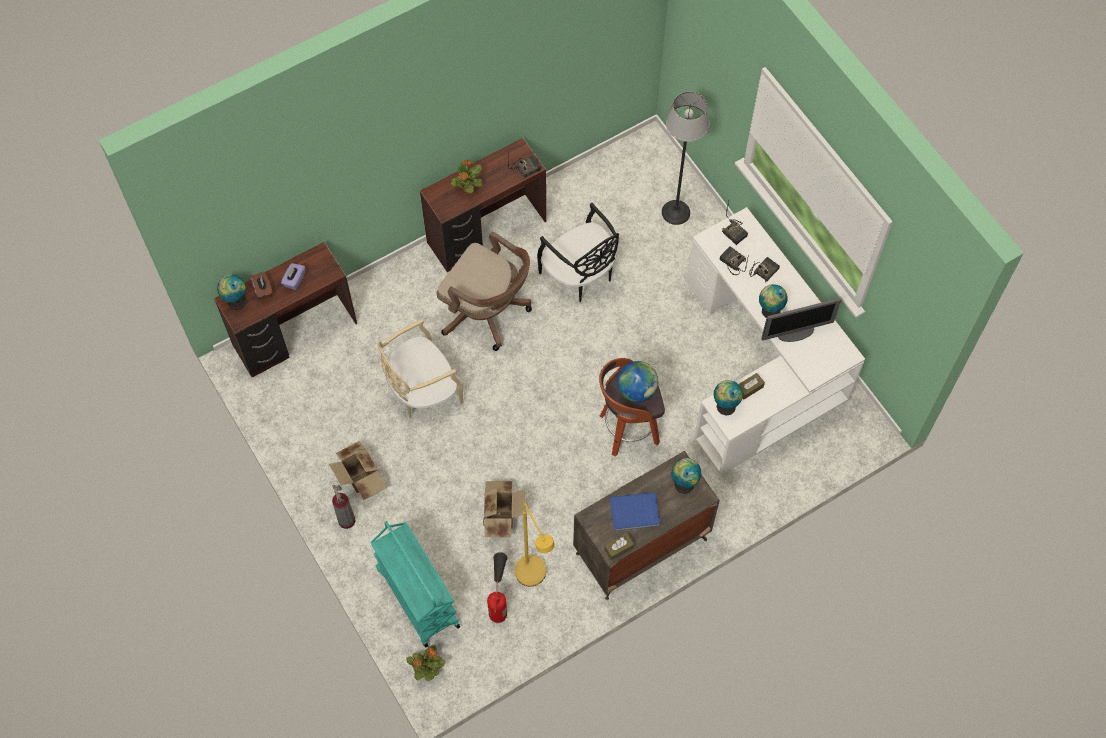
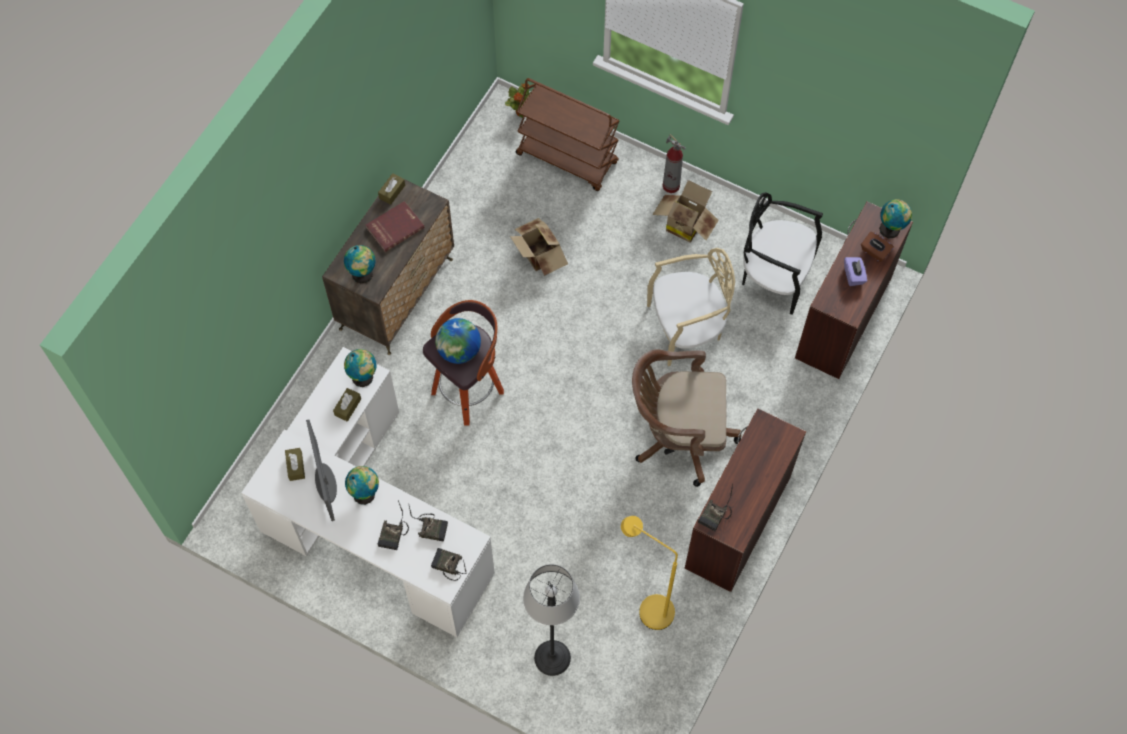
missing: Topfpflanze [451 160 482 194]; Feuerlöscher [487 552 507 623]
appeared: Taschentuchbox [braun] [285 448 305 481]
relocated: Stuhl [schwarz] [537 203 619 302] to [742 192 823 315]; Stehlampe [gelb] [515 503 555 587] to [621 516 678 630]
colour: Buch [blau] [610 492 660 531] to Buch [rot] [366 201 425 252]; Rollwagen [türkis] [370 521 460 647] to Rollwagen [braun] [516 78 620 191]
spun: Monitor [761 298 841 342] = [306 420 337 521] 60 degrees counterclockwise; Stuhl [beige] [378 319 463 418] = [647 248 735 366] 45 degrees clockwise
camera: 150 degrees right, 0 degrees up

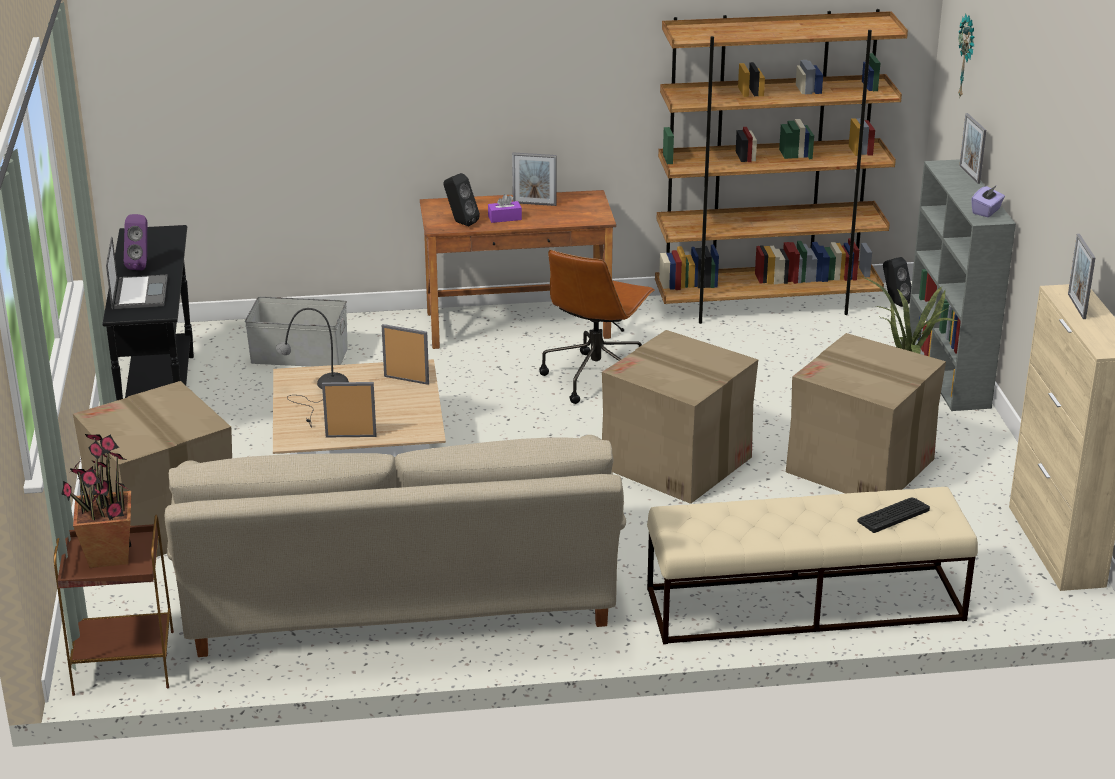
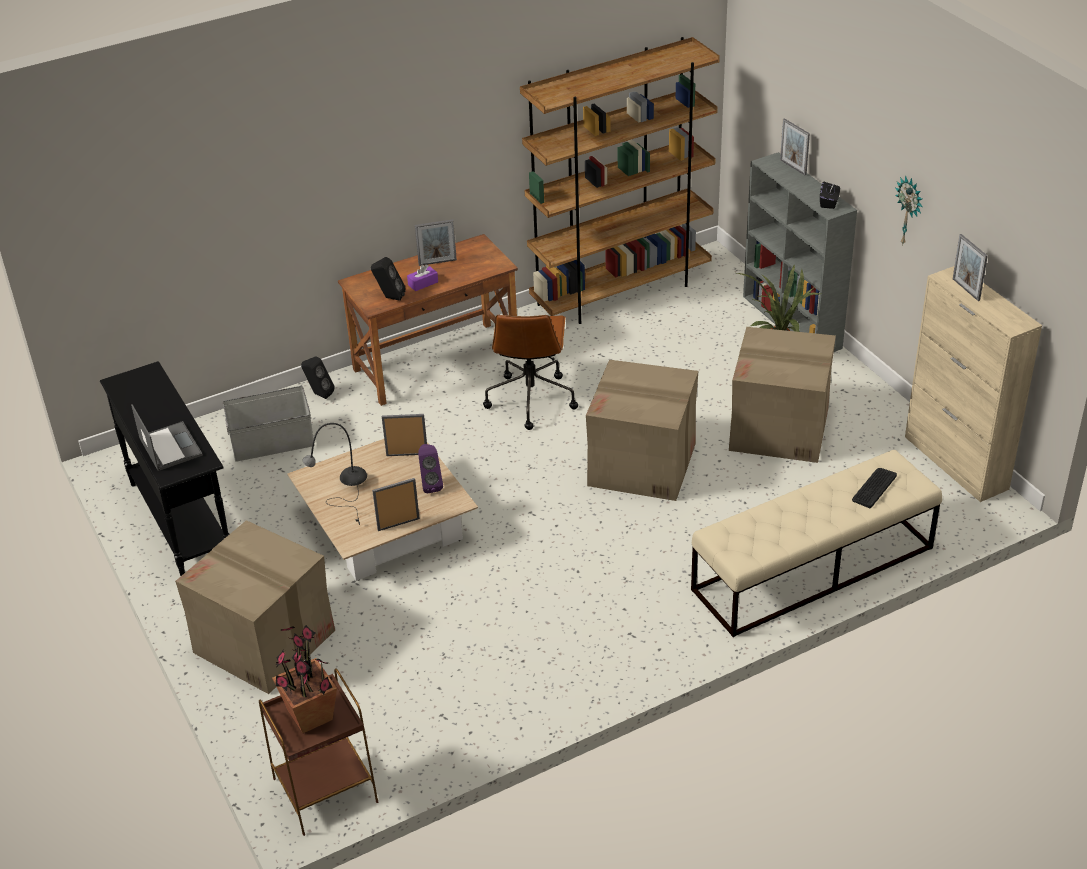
missing: Sofa [beige] [164 435 626 657]
relocated: Wanduhr [958 14 974 96] to [895 176 923 246]; Lautsprecher [lila] [124 214 147 270] to [418 444 443 493]; Lautsprecher [schwarz] [883 257 911 307] to [301 356 335 399]
colour: Taschentuchbox [lila] [971 185 1005 217] to Taschentuchbox [schwarz] [820 181 840 209]
camera: 20 degrees left, 10 degrees up

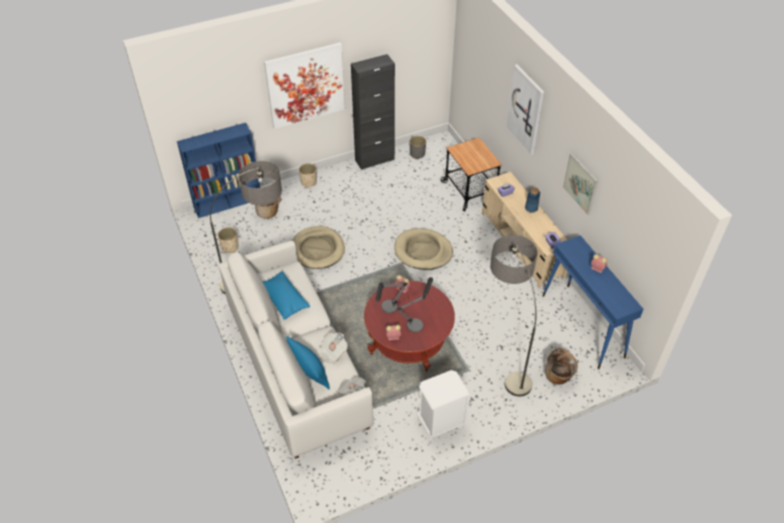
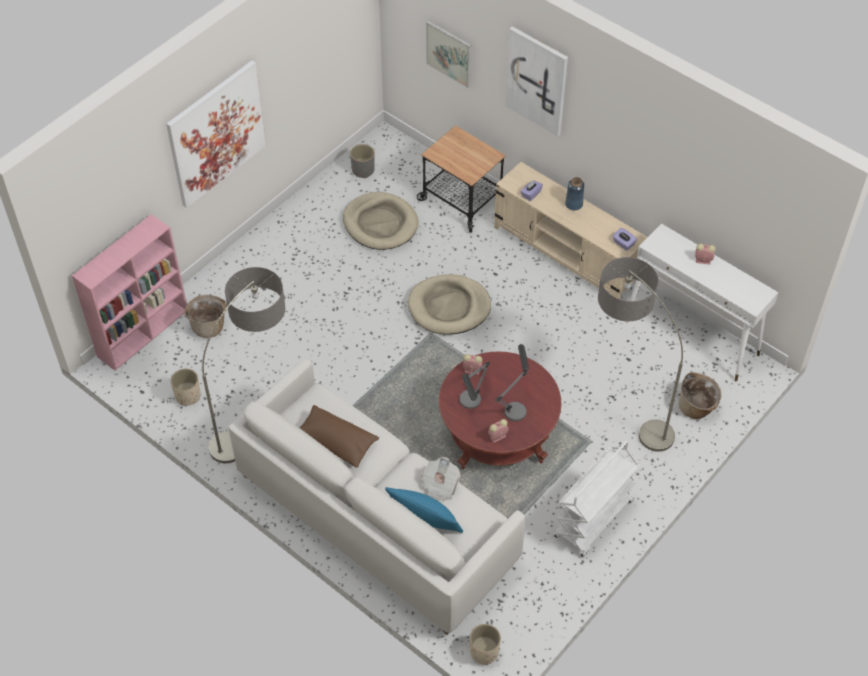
missing: Schrank [schwarz] [351 54 395 170]; Zeitung [336 377 366 397]
relocated: Bild [563 153 598 215] to [426 21 471 88]; Pflanzkübel [beige] [299 163 317 187] to [470 624 501 665]; Hundebett [beige] [293 226 345 269] to [343 192 419 250]
exchanged: Nachttisch [weiß] [417 370 471 440] to Rollwagen [weiß] [554 441 639 557]
colour: Bücherregal [blau] [177 123 260 218] to Bücherregal [rosa] [72 214 187 370]; Konsolentisch [blau] [543 235 643 369] to Konsolentisch [weiß] [630 224 778 381]; Kissen [blau] [263 271 310 320] to Kissen [braun] [299 405 379 468]
camera: 25 degrees left, 5 degrees up

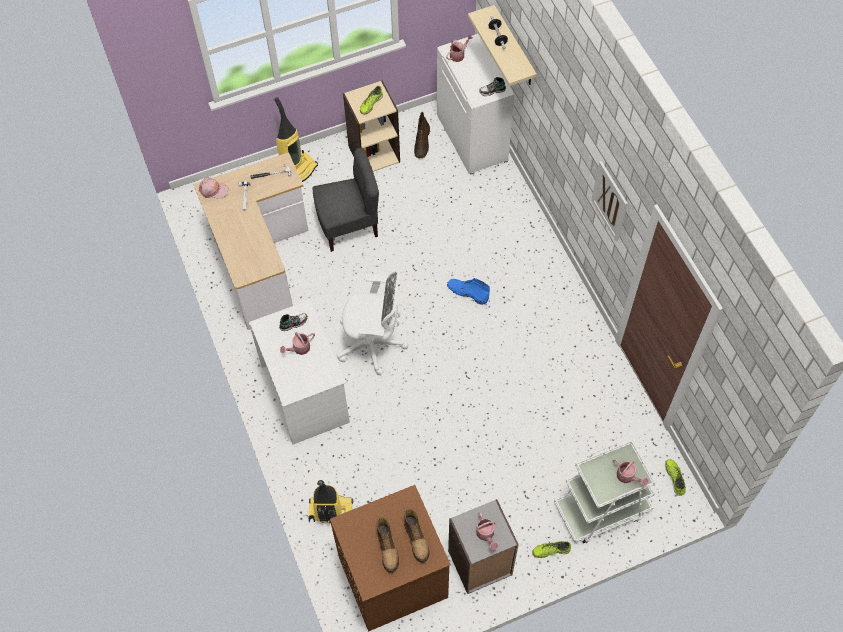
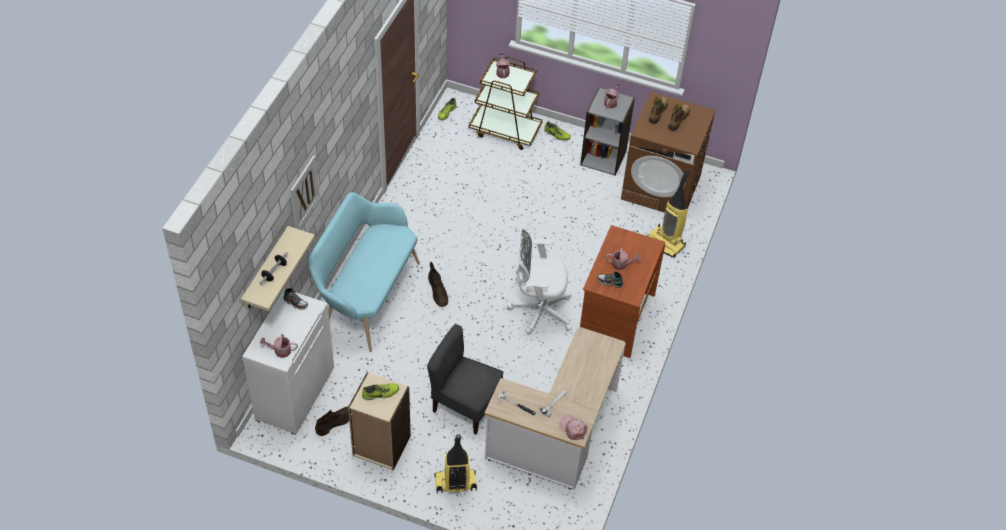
appeared: Bank [türkis] [308 192 420 352]
relocated: Bild [591 161 628 241] to [290 155 320 229]
colour: Stiefel [blau] [447 278 490 305] to Stiefel [braun] [428 262 448 307]; Schreibtisch [weiß] [249 300 350 445] to Schreibtisch [braun] [580 225 665 358]; Rollwagen [weiß] [554 440 655 543] to Rollwagen [braun] [469 56 543 150]
spun: Bürostuhl [weiß] [337 271 409 375] = [507 228 572 335] 45 degrees counterclockwise
camera: 140 degrees left, 10 degrees down

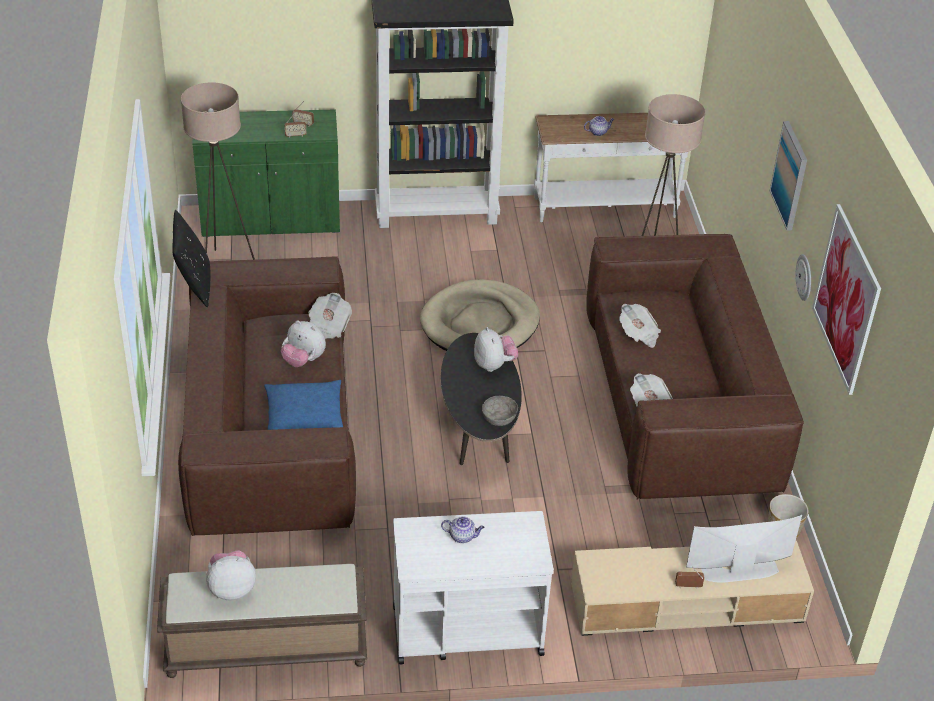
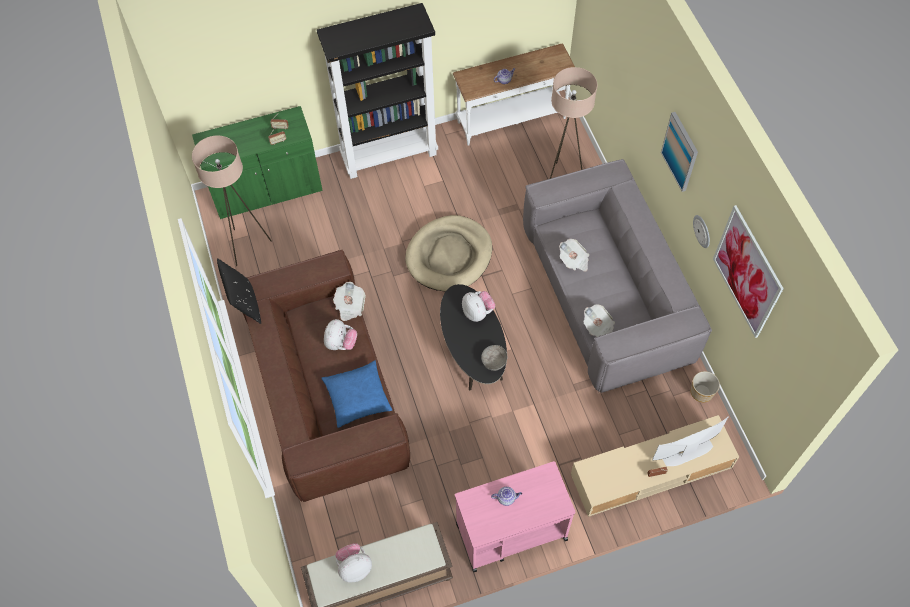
colour: Sofa [braun] [586 234 804 499] to Sofa [grau] [523 159 712 393]; Rollwagen [weiß] [393 511 554 664] to Rollwagen [rosa] [455 461 575 572]
spun: Plüschtier [281 320 326 367] = [324 319 357 350] 90 degrees counterclockwise
camera: 10 degrees left, 20 degrees up

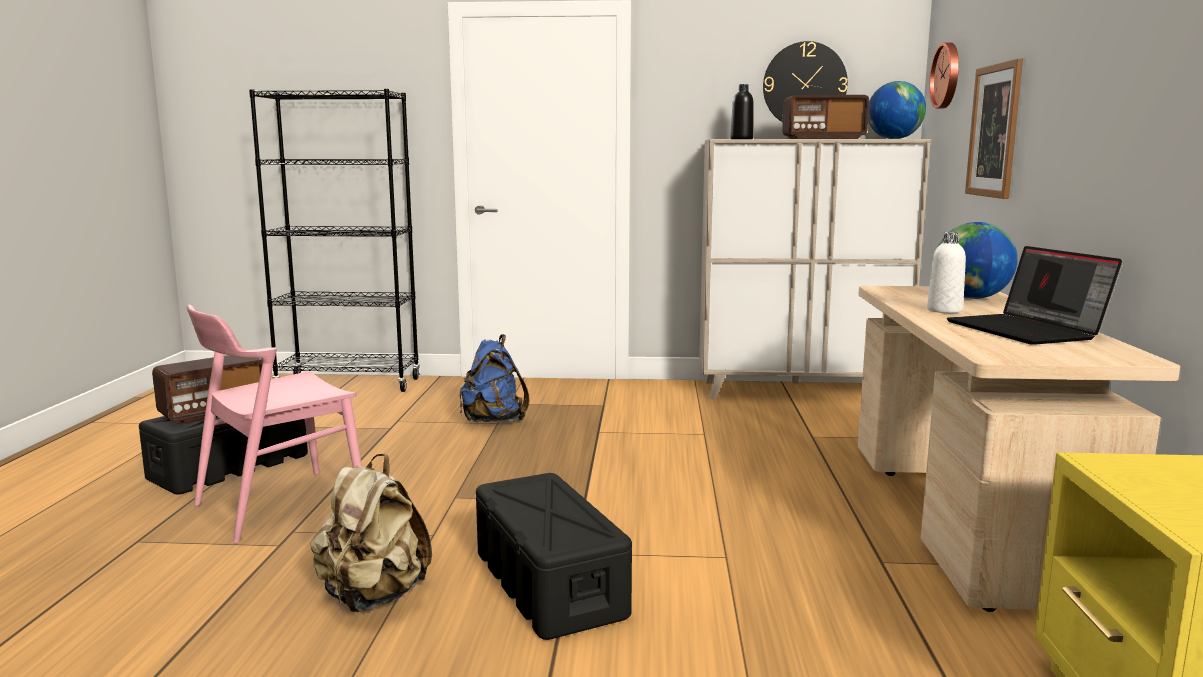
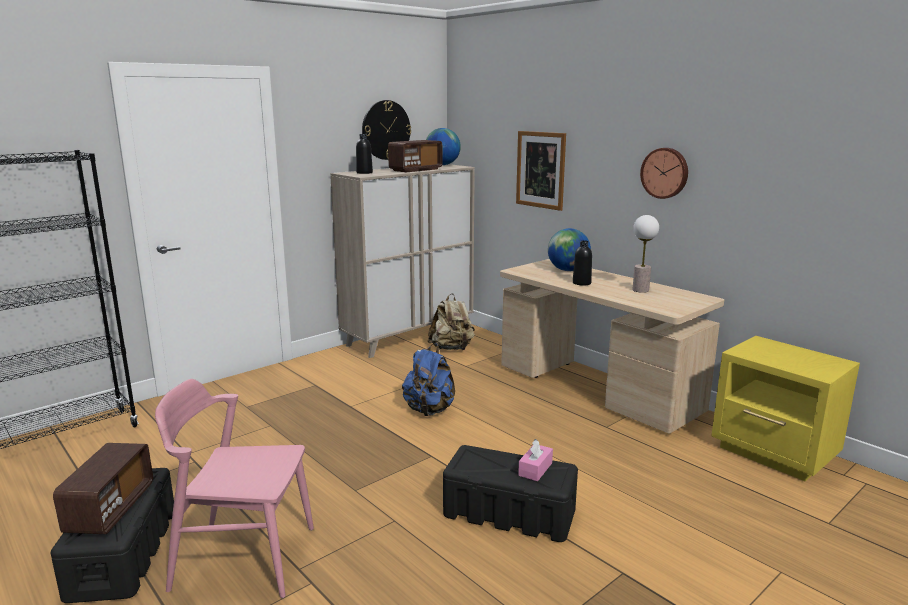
appeared: Taschentuchbox [rosa] [518 439 553 481]
relocated: Wanduhr [929 42 959 108] to [640 148 688 199]; Rucksack [blau] [460 334 529 423] to [402 343 455 416]; Rucksack [beige] [310 453 432 612] to [428 293 475 350]
exchanged: Laptop [947 246 1122 345] to Tischlampe [632 215 659 293]
colour: Flasche [weiß] [927 232 966 313] to Flasche [schwarz] [573 240 592 285]
spun: Stuhl [rosa] [187 305 362 543] = [155 379 314 598] 90 degrees clockwise
camera: 45 degrees left, 5 degrees up

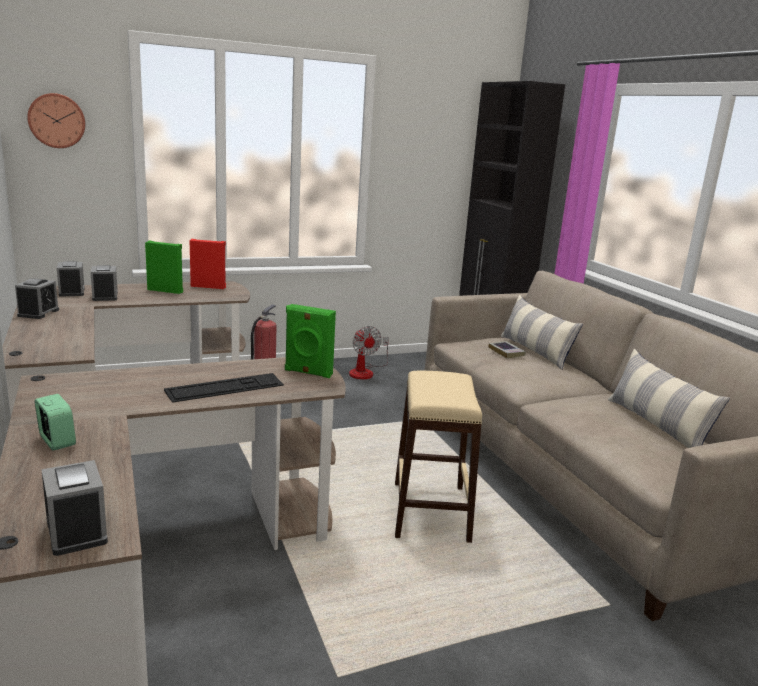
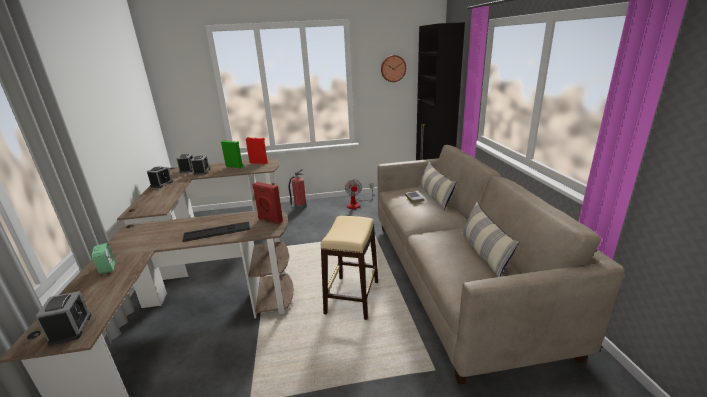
relocated: Wanduhr [27 93 85 148] to [381 55 406 82]
colour: Lautsprecher [grün] [285 304 336 378] to Lautsprecher [rot] [252 182 283 224]
camera: 15 degrees right, 5 degrees up

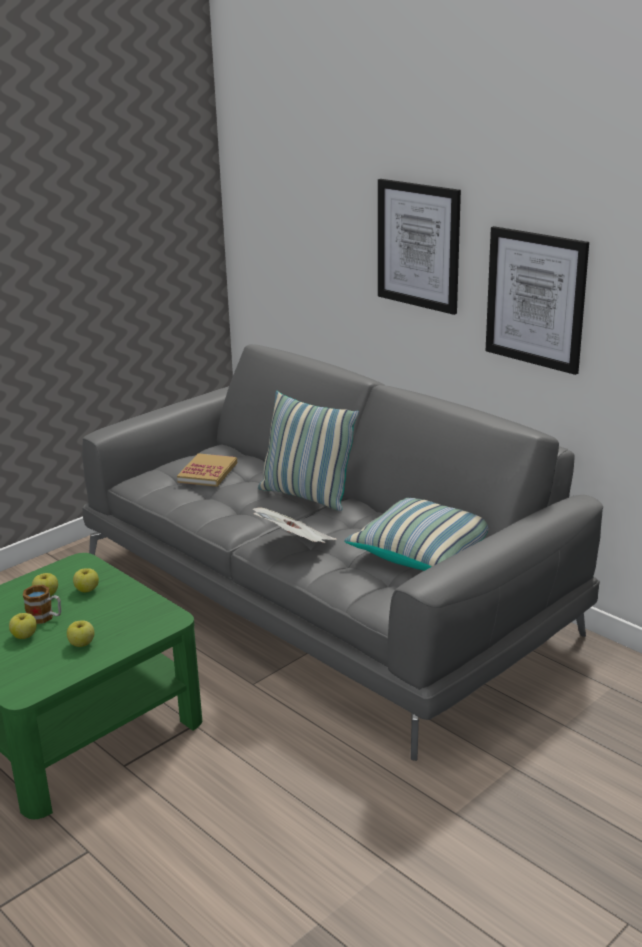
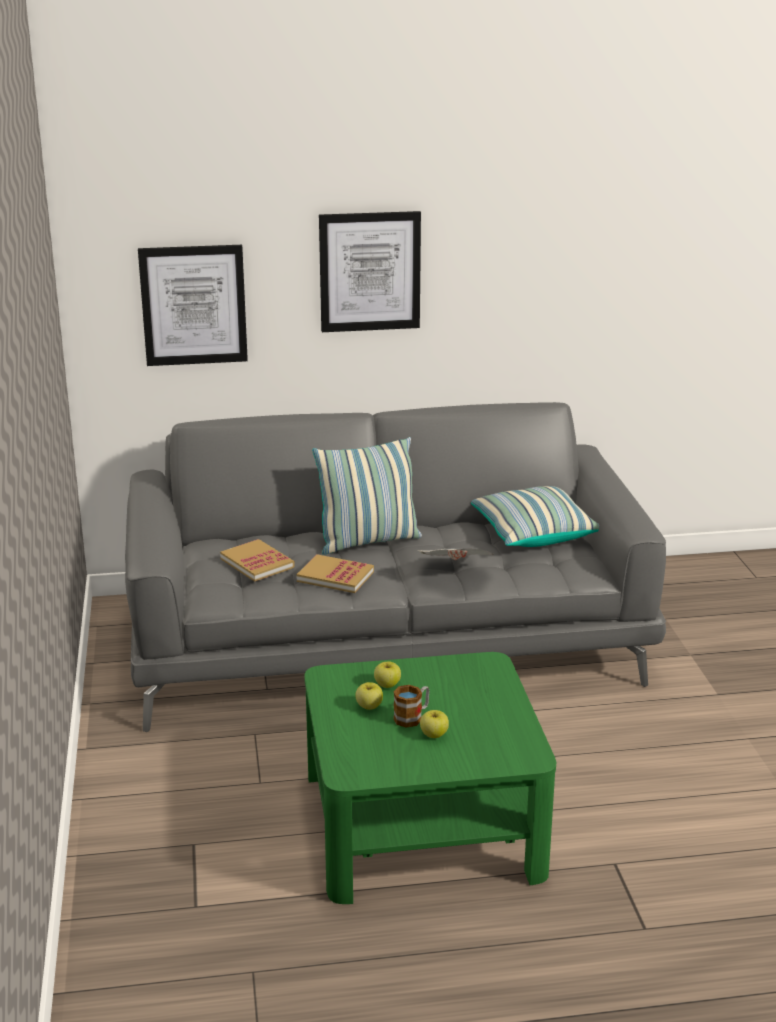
missing: Apfel [67 620 95 647]
appeared: Buch [297 554 374 593]
relocated: Bild [486 226 589 375] to [138 245 248 366]
camera: 55 degrees left, 0 degrees up

